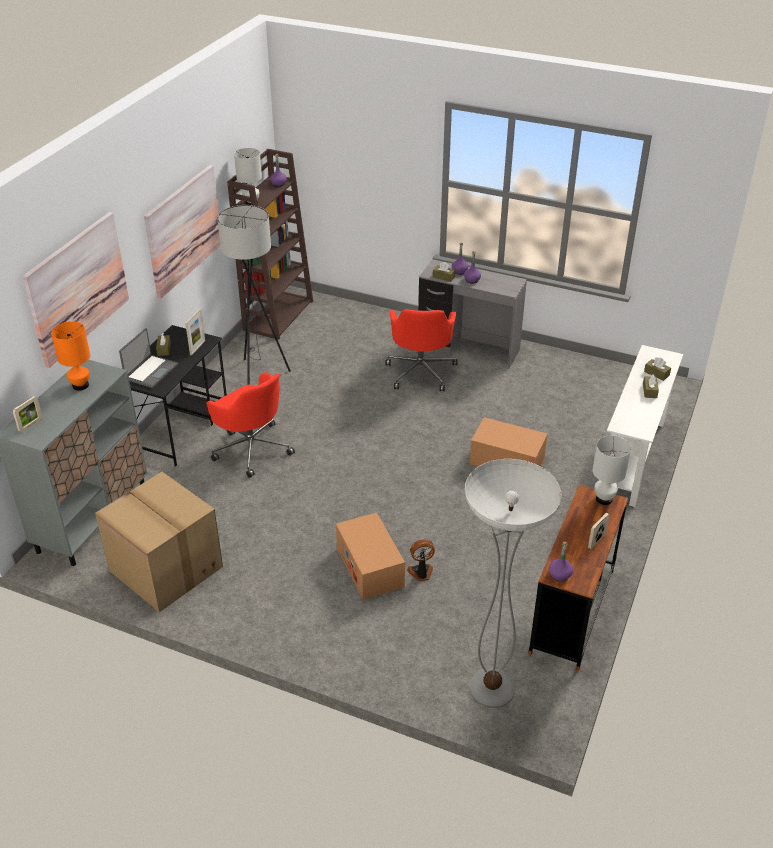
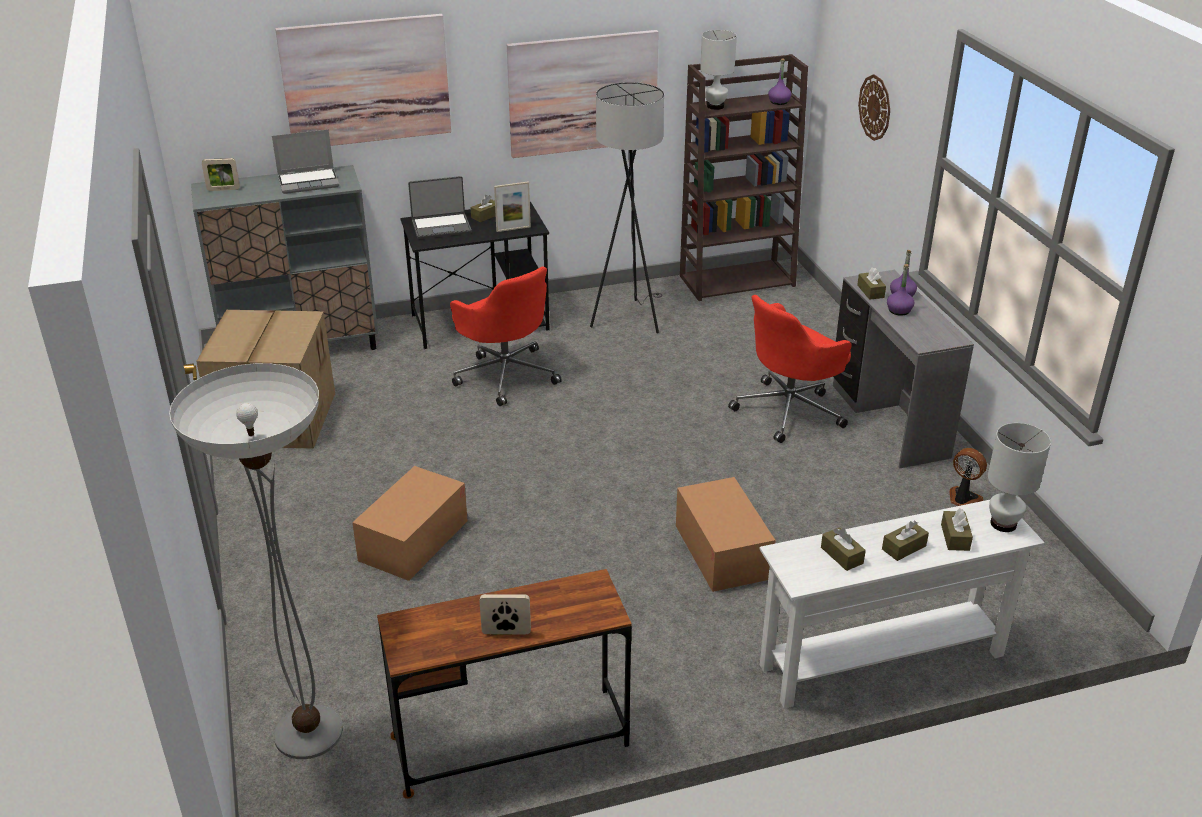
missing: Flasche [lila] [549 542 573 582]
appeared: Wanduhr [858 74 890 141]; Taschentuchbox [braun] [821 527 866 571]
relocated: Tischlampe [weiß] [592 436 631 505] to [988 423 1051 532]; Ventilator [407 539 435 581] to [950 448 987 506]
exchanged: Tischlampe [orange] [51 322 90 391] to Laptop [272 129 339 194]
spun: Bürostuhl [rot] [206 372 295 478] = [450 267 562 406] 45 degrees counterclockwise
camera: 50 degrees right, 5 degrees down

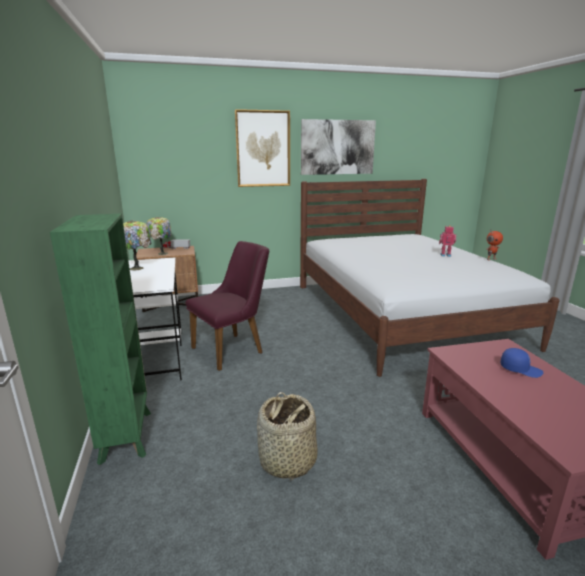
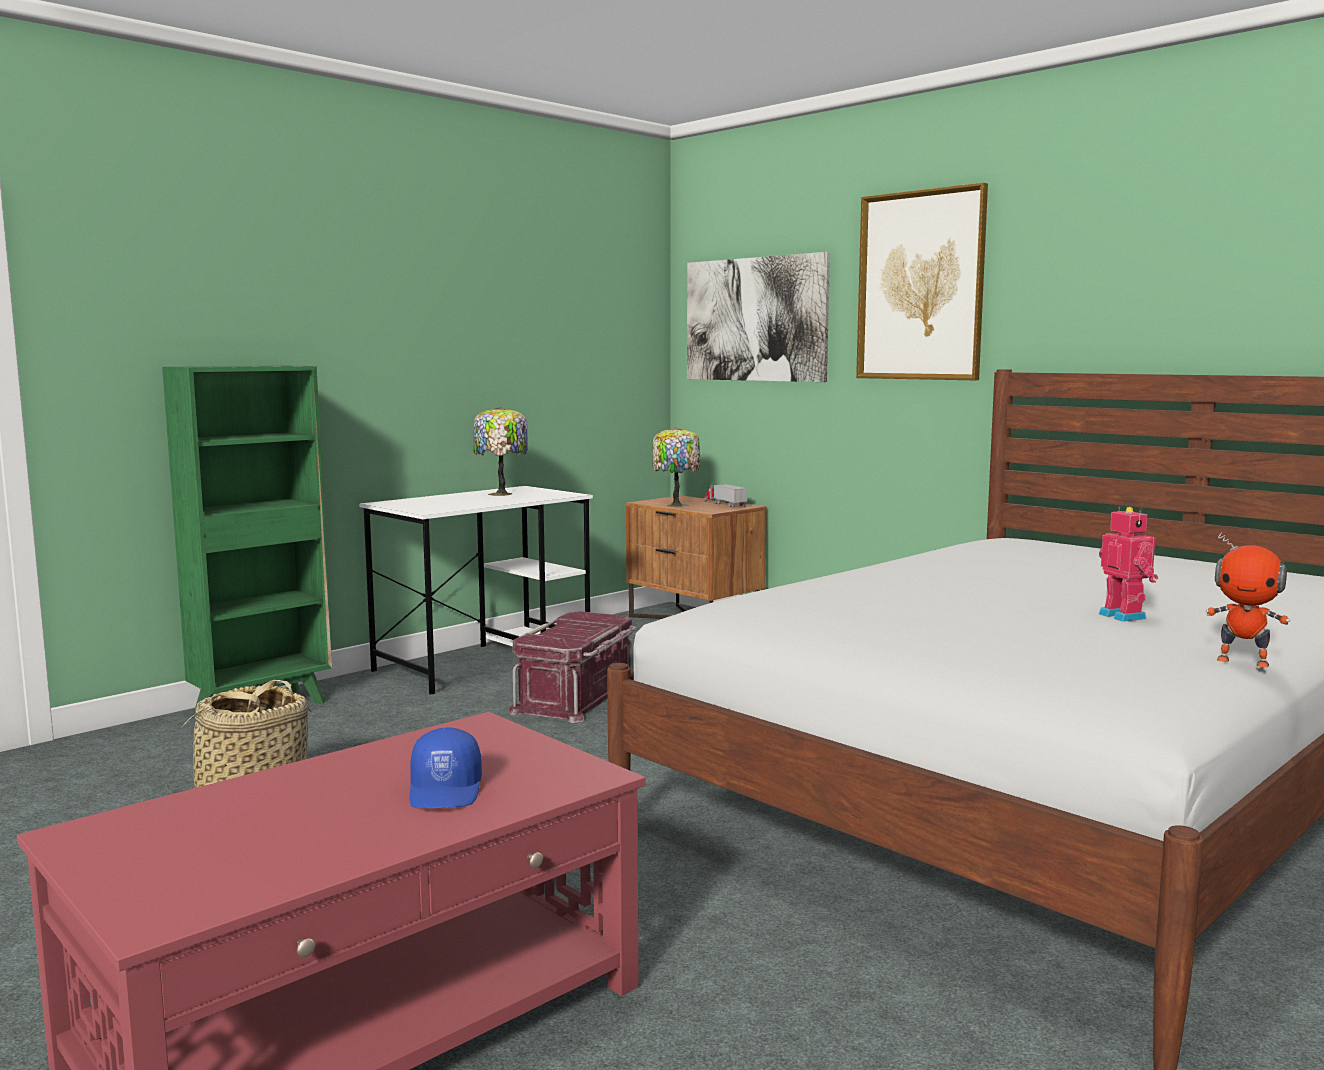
relocated: Bild [301 119 376 175] to [687 252 830 382]
exchanged: Stuhl [lila] [186 241 269 371] to Aufbewahrungsbox [rot] [508 611 636 723]
camera: 60 degrees right, 10 degrees down

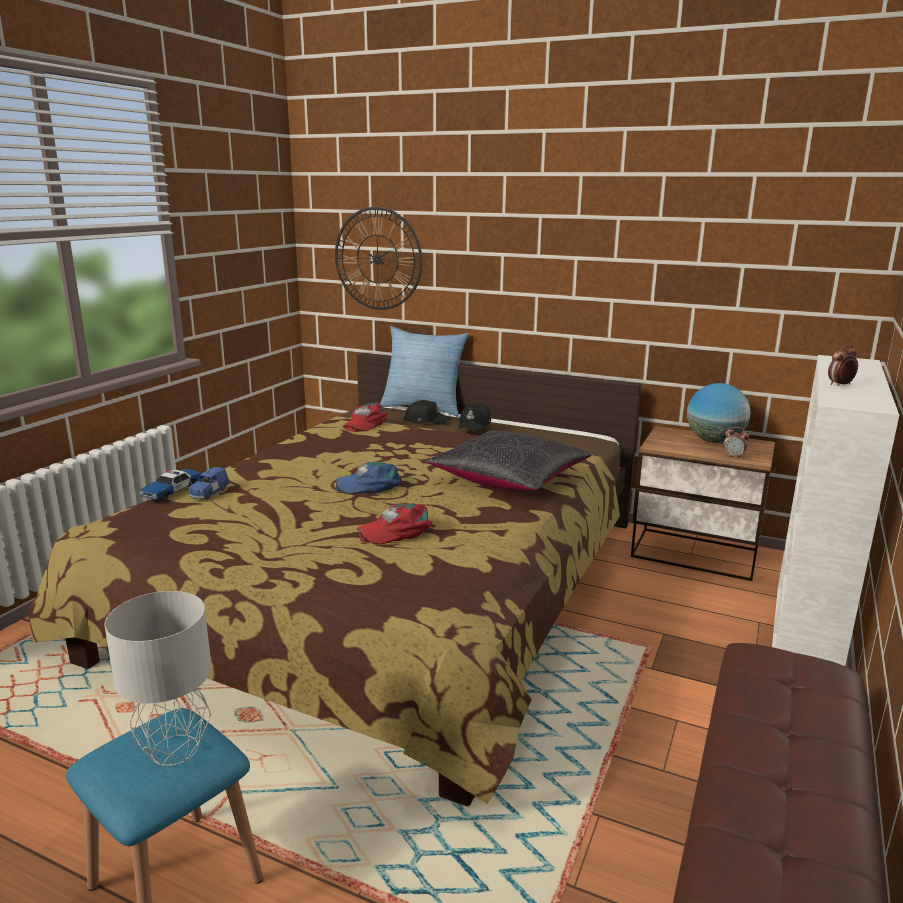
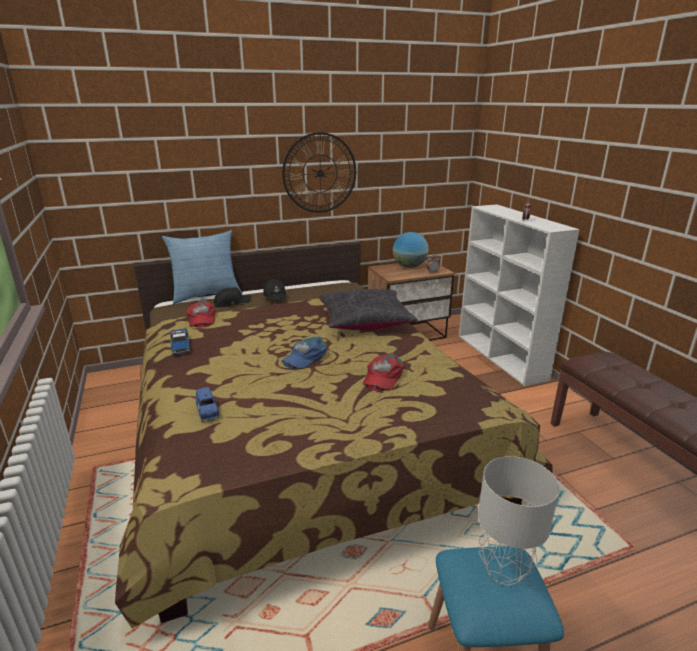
relocated: Wanduhr [335 207 423 310] to [282 132 356 213]; Spielzeugauto [139 469 203 500] to [169 329 190 354]
camera: 45 degrees left, 5 degrees up

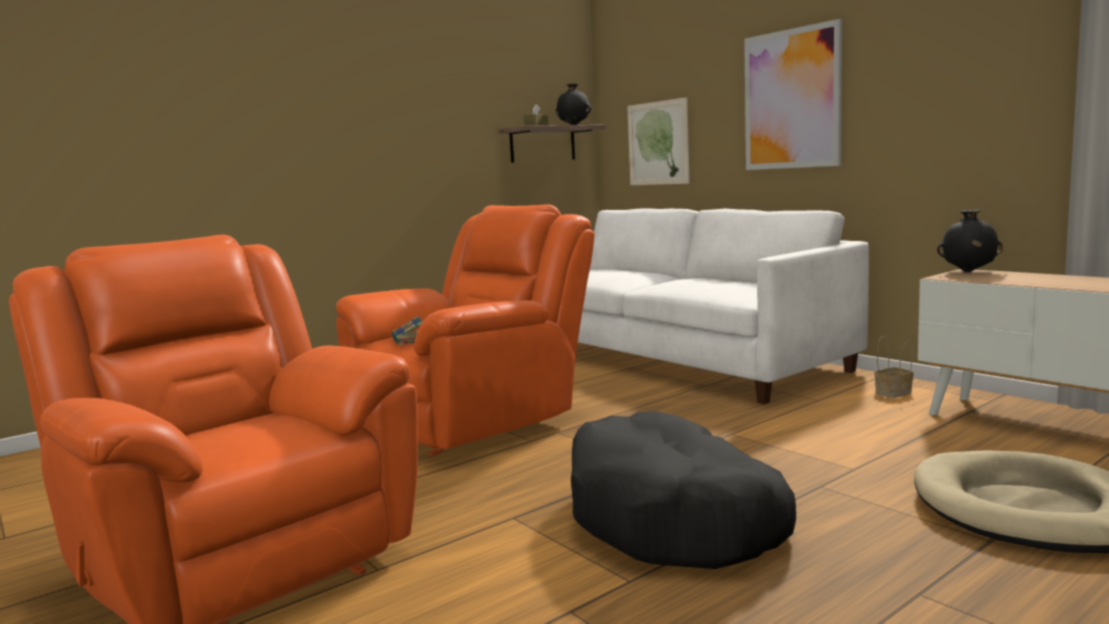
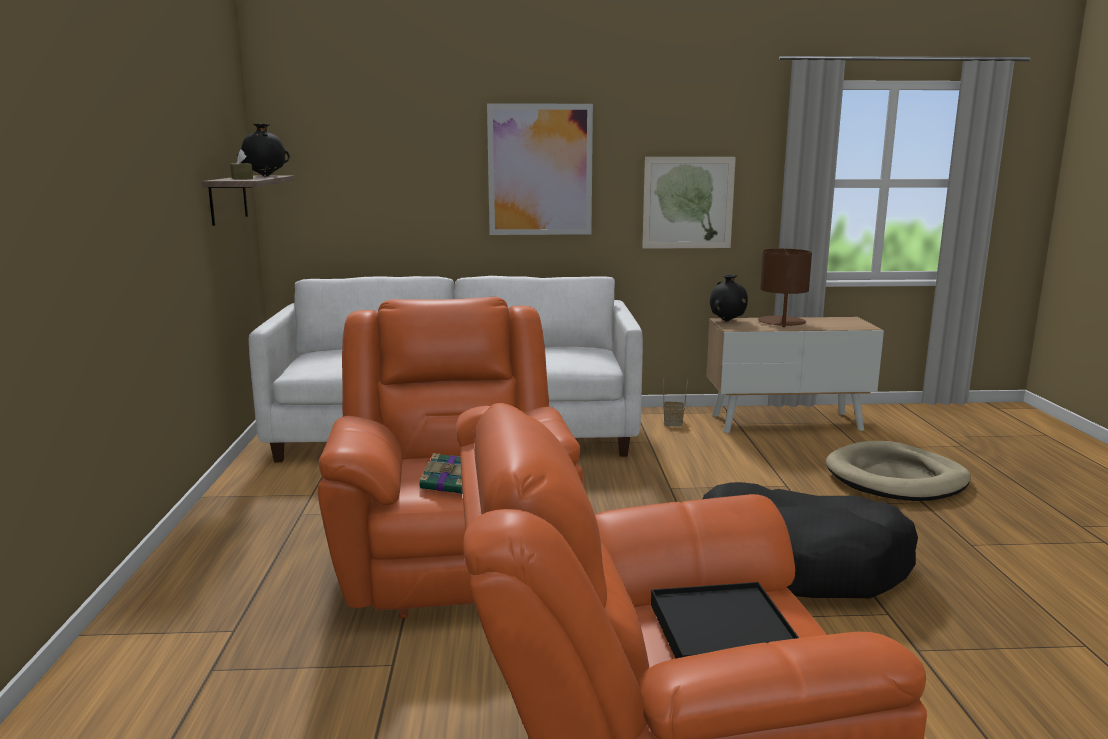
appeared: Tischlampe [braun] [758 248 812 327]; Tablett [schwarz] [651 582 799 659]
relocated: Bild [627 97 690 185] to [642 157 736 249]
camera: 55 degrees left, 5 degrees up

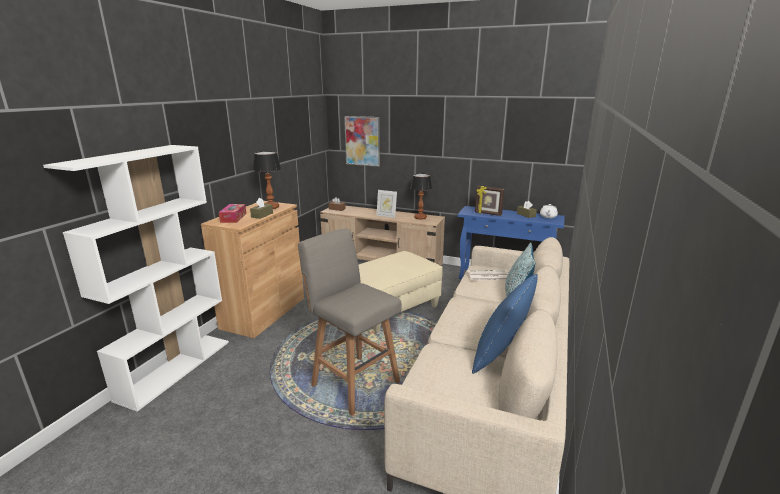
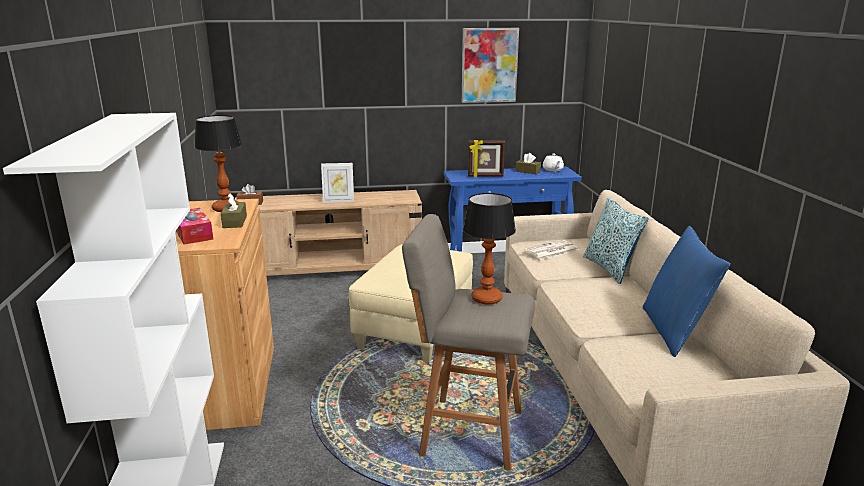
relocated: Bild [344 116 380 167] to [462 28 519 103]; Tischlampe [411 173 432 219] to [463 193 516 305]
camera: 30 degrees left, 0 degrees up

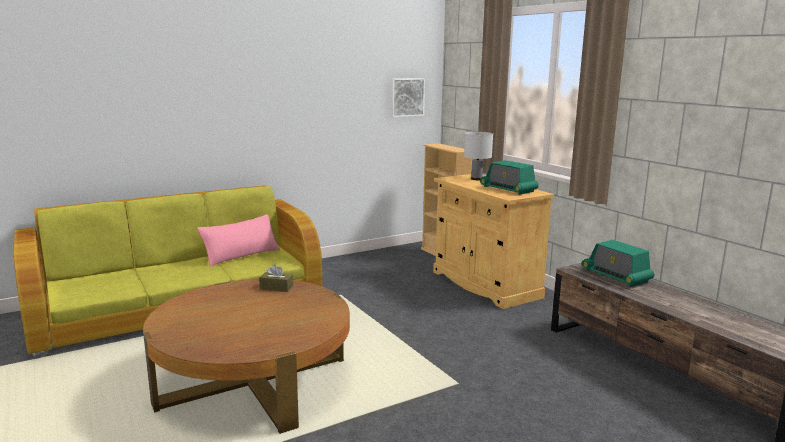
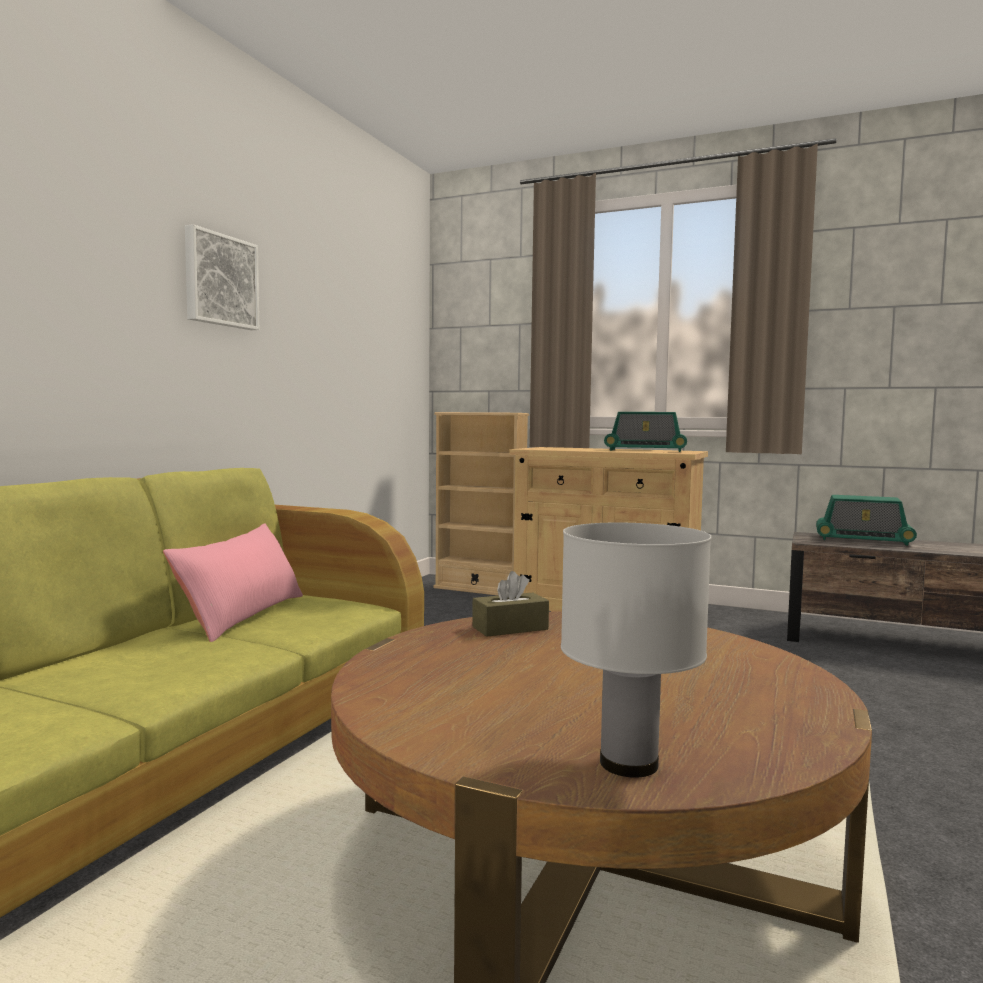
relocated: Bild [391 78 425 117] to [185 224 259 330]; Tischlampe [weiß] [464 132 493 180] to [561 523 711 778]
camera: 35 degrees left, 10 degrees down

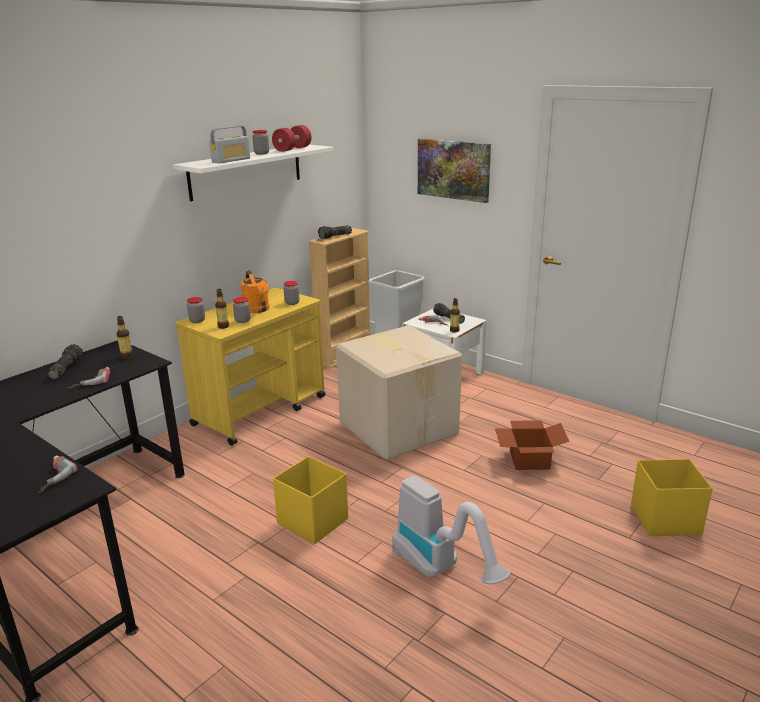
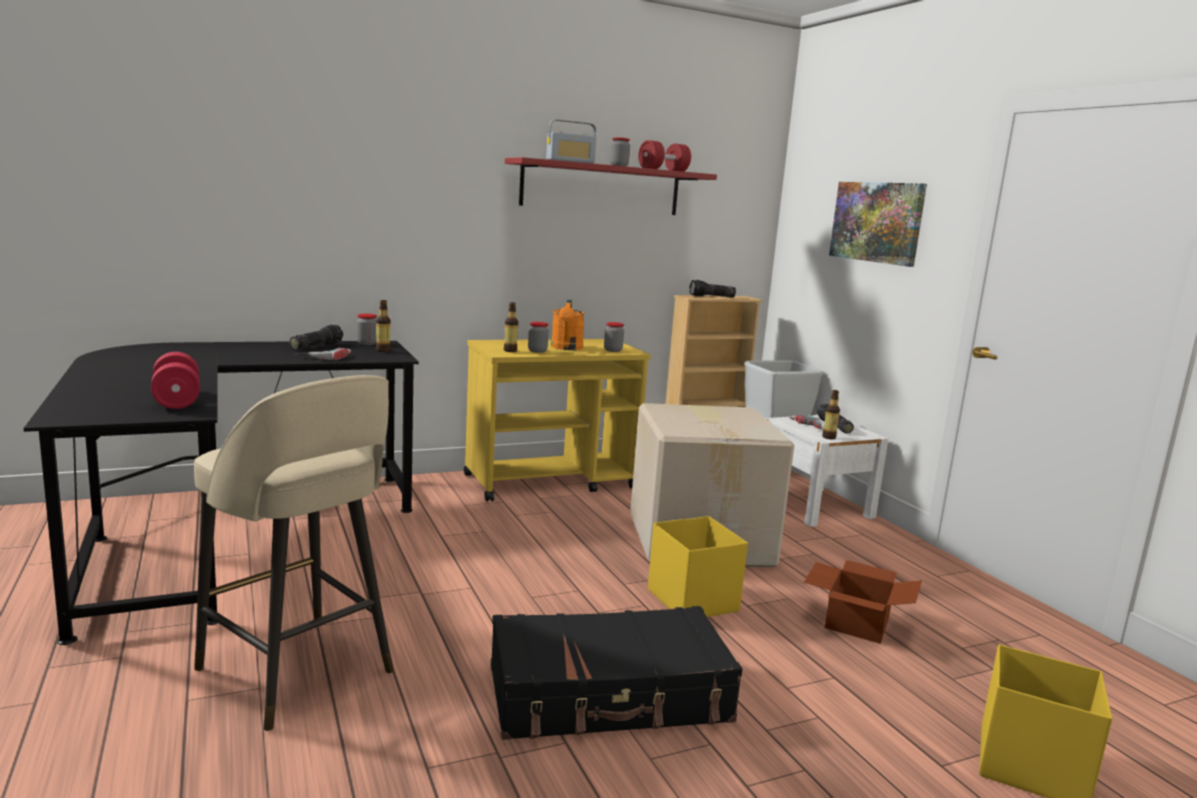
appeared: Hocker [beige] [194 375 394 731]
relocated: Vorratsglas [187 297 205 323] to [357 314 377 345]; Aufbewahrungsbox [gelb] [273 456 348 544] to [648 516 748 617]
exchanged: Bohrmaschine [39 455 78 493] to Hantel [rot] [151 352 200 409]; Staubsauger [392 475 510 584] to Koffer [schwarz] [491 606 742 740]
colour: Wandregal [weiß] [173 145 333 201] to Wandregal [rot] [505 157 717 215]
camera: 25 degrees right, 10 degrees down

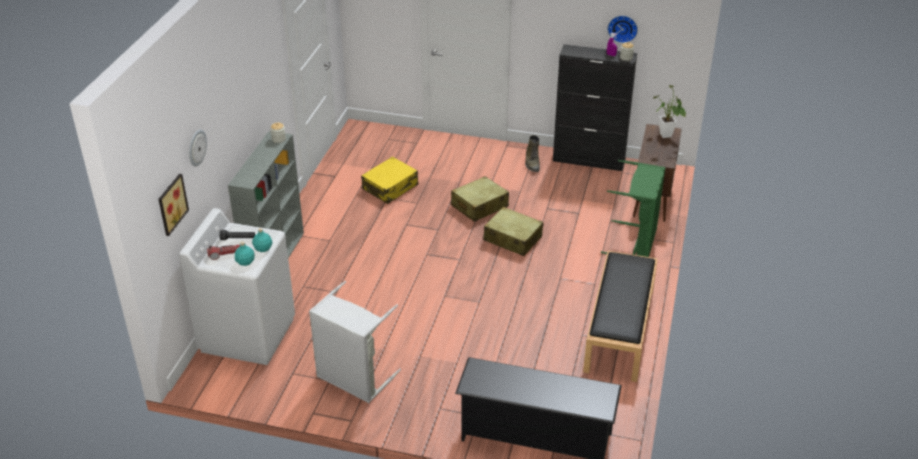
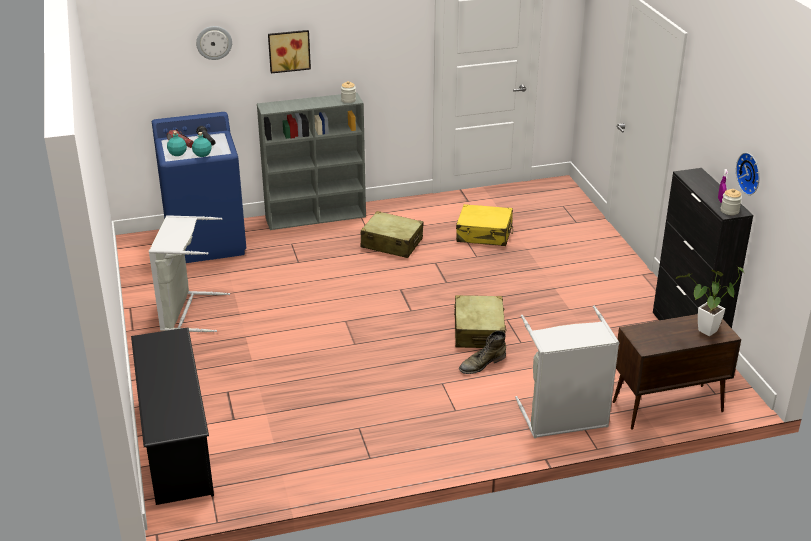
missing: Bank [schwarz] [583 251 658 382]
relocated: Stiefel [grün] [525 135 540 172] to [459 331 506 374]; Bild [158 174 189 236] to [268 30 311 74]; Koffer [beige] [451 176 509 222] to [361 211 424 258]
colour: Wäschekorb [grün] [601 160 666 257] to Wäschekorb [grau] [515 305 619 438]; Waschmaschine [weiß] [179 208 295 365] to Waschmaschine [blau] [152 112 246 263]
camera: 60 degrees right, 5 degrees down

